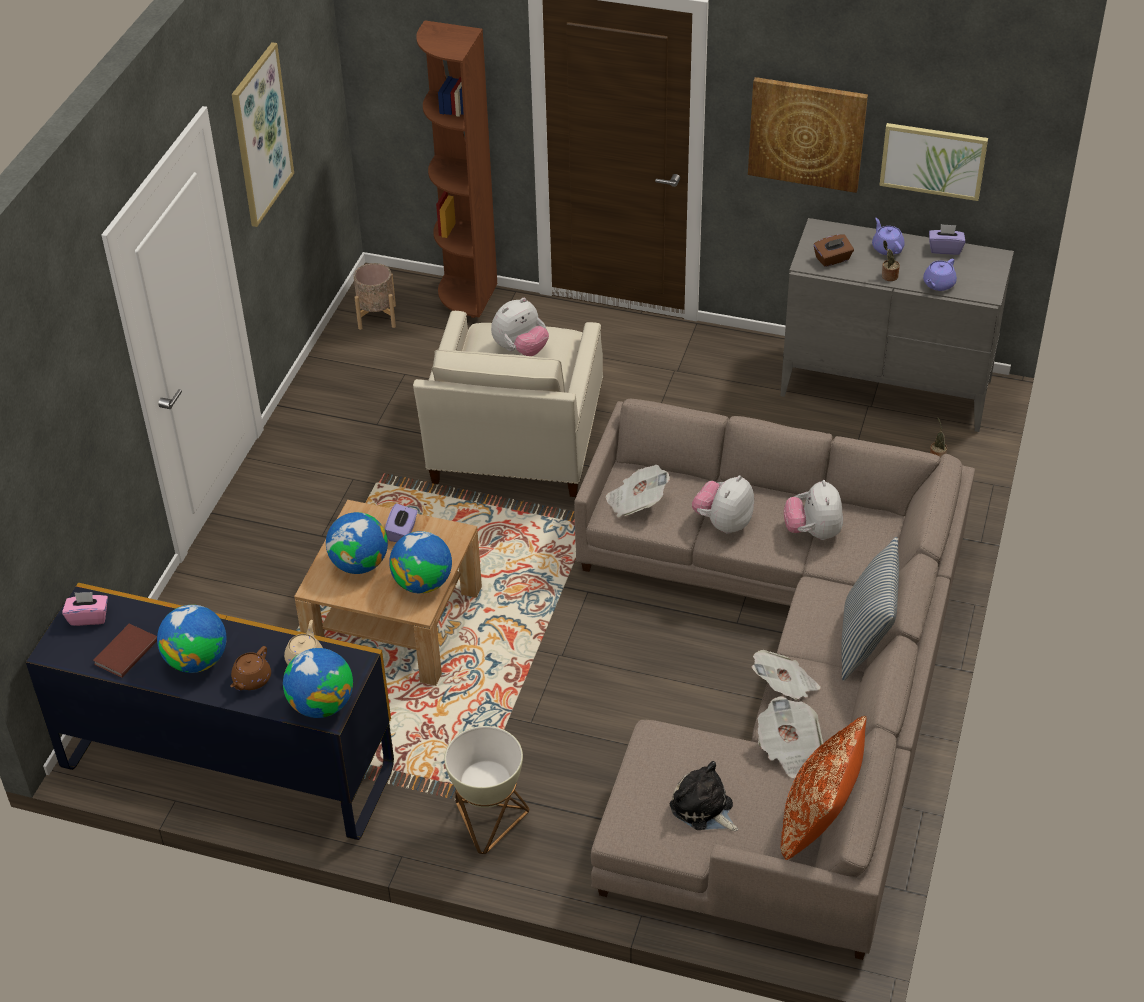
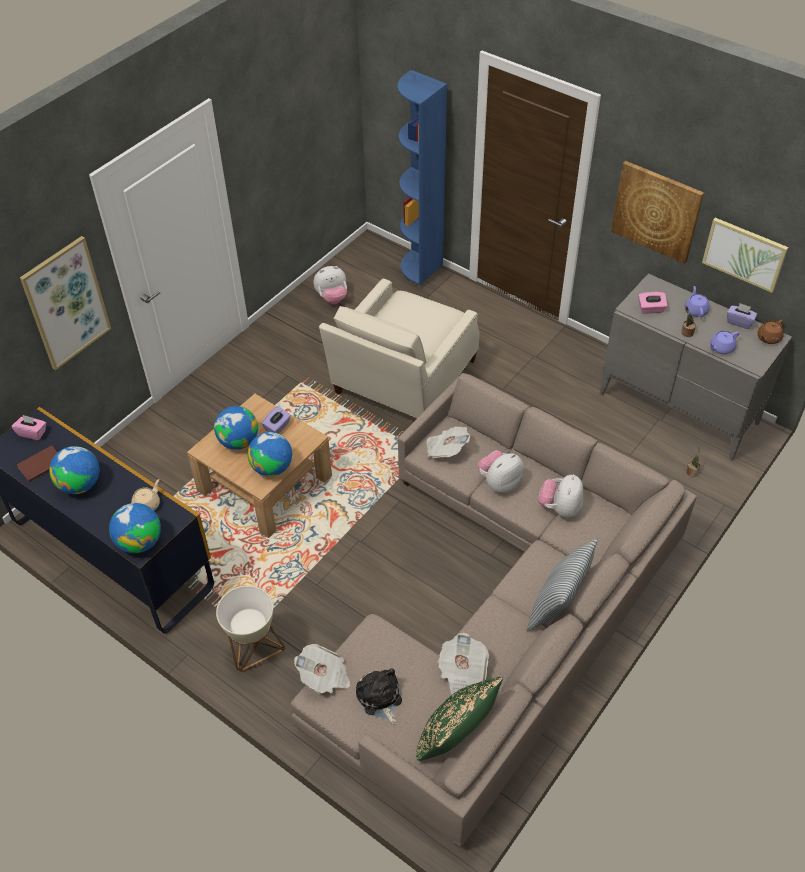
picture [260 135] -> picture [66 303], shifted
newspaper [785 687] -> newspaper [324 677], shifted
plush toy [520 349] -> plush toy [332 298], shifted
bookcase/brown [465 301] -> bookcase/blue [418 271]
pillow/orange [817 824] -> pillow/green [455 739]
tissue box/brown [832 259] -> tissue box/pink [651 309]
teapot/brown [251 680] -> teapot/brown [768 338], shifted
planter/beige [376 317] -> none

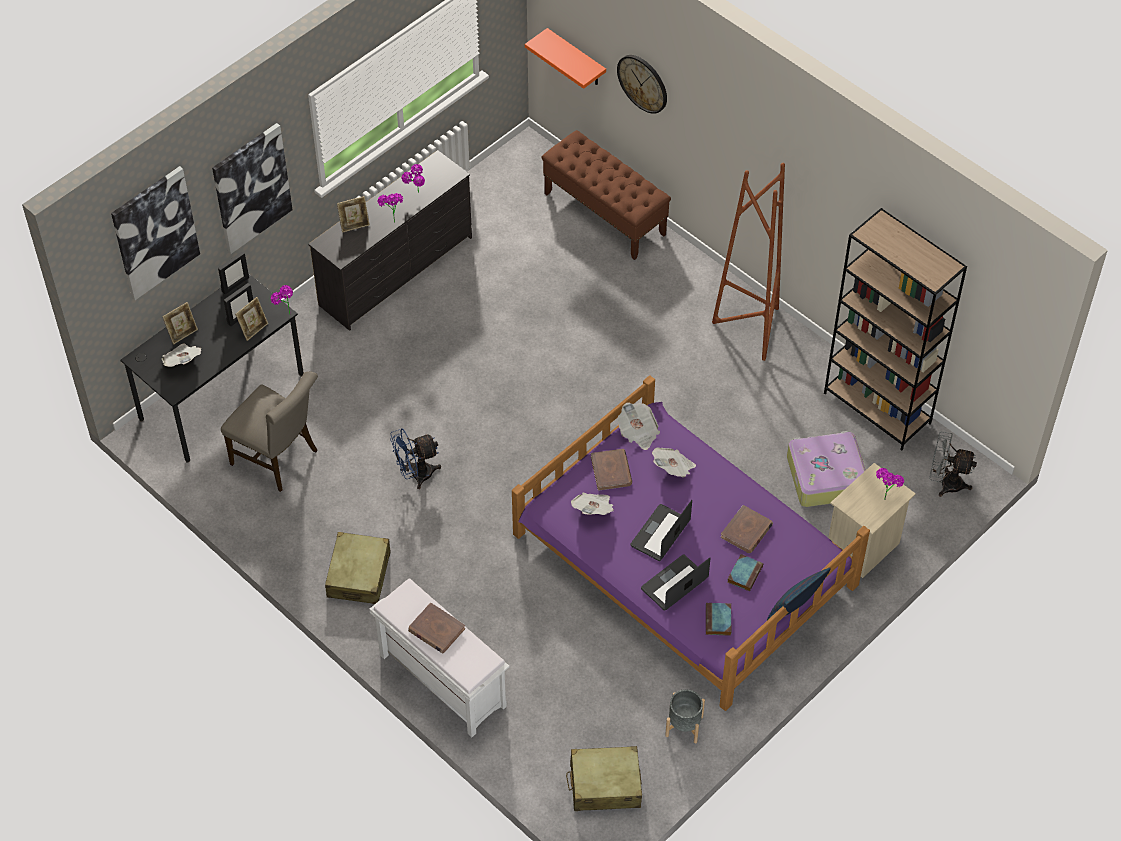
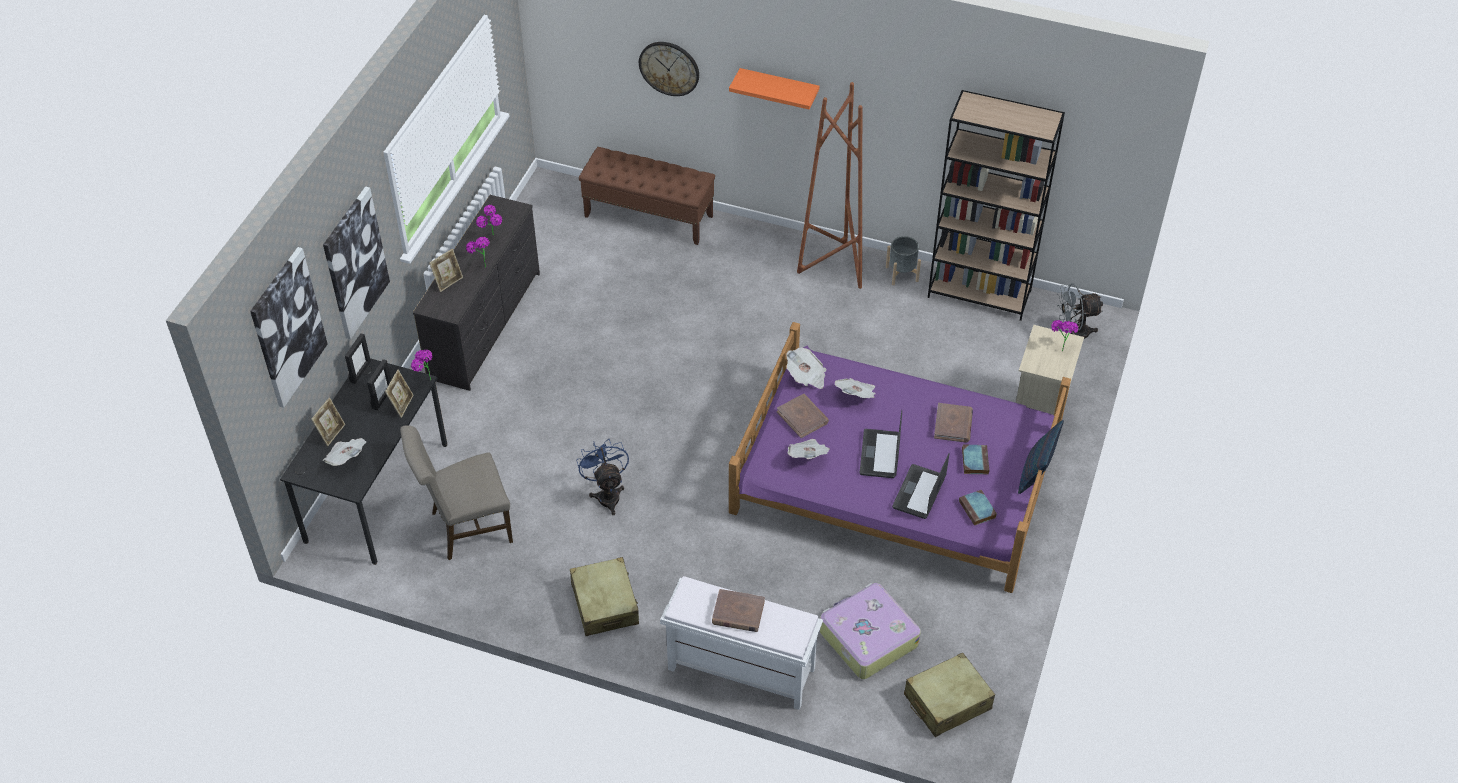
chair/beige [279 459] -> chair/beige [466 528], 150 degrees clockwise
fan/blue [416 475] -> fan/blue [607 494], 120 degrees clockwise
shelf/orange [576 59] -> shelf/orange [779 88], shifted
suitcase [825 476] -> suitcase [867 638], shifted
planter/grey [684 726] -> planter/grey [902 274], shifted

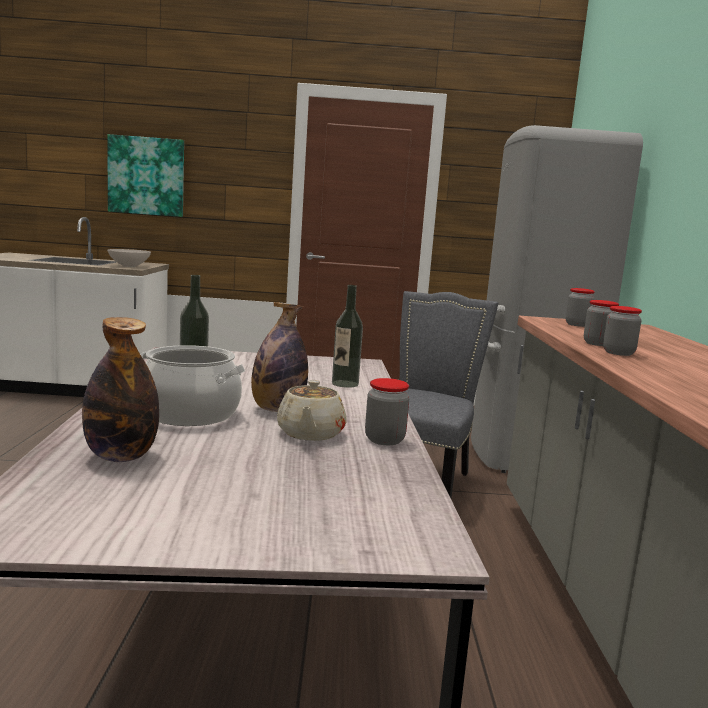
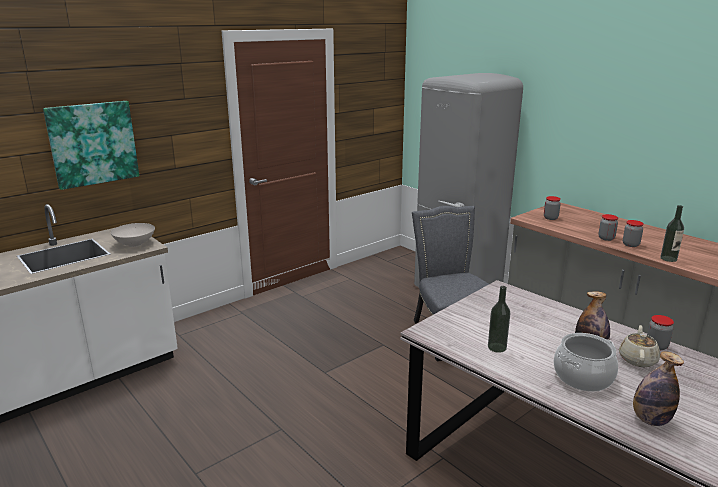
teapot/beige [310 434] -> teapot/beige [637 359], 120 degrees counterclockwise
bottle [345 384] -> bottle [668 259], shifted

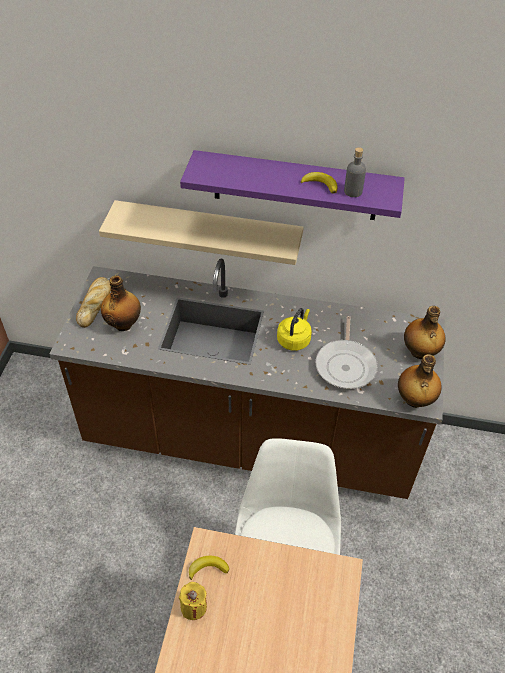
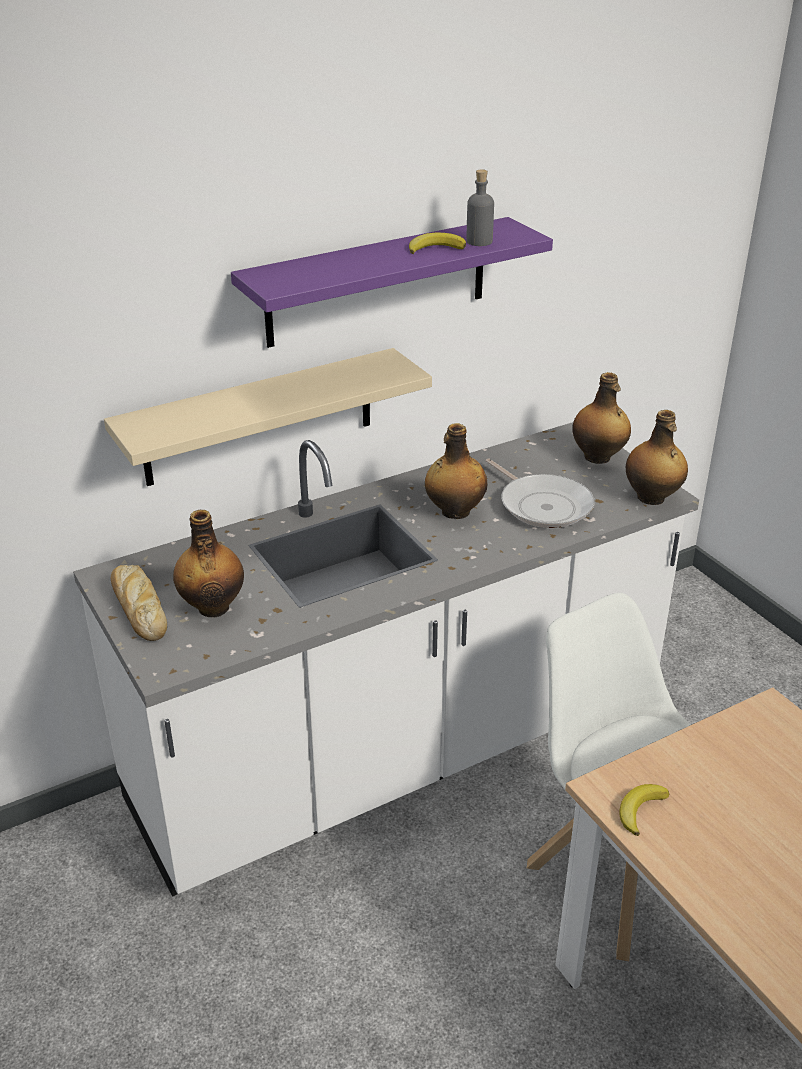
counter/brown [249 439] -> counter/white [401 753]
kettle/yellow [294 339] -> bottle [454 512]
candle/yellow [193 607] -> none

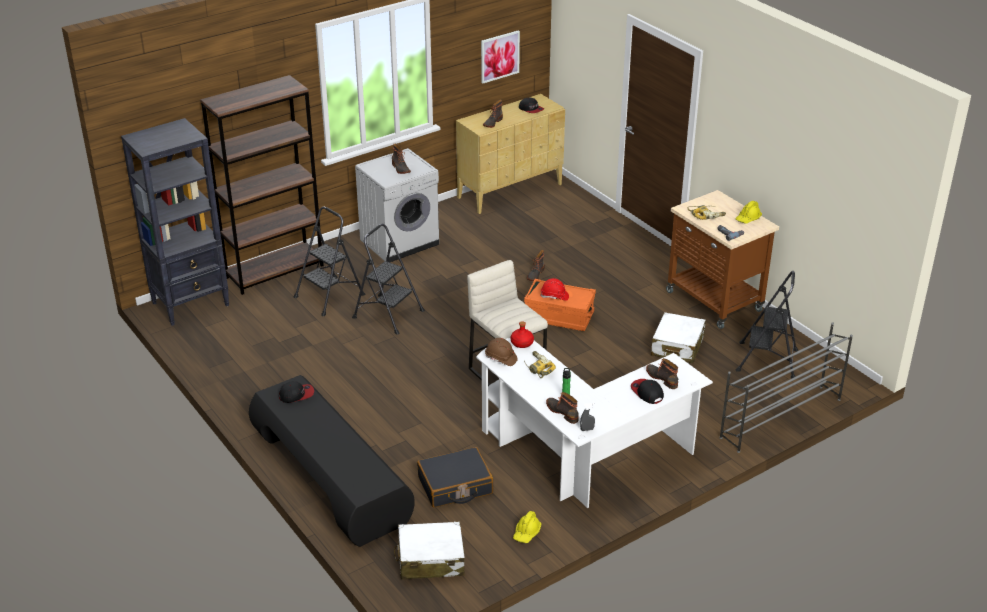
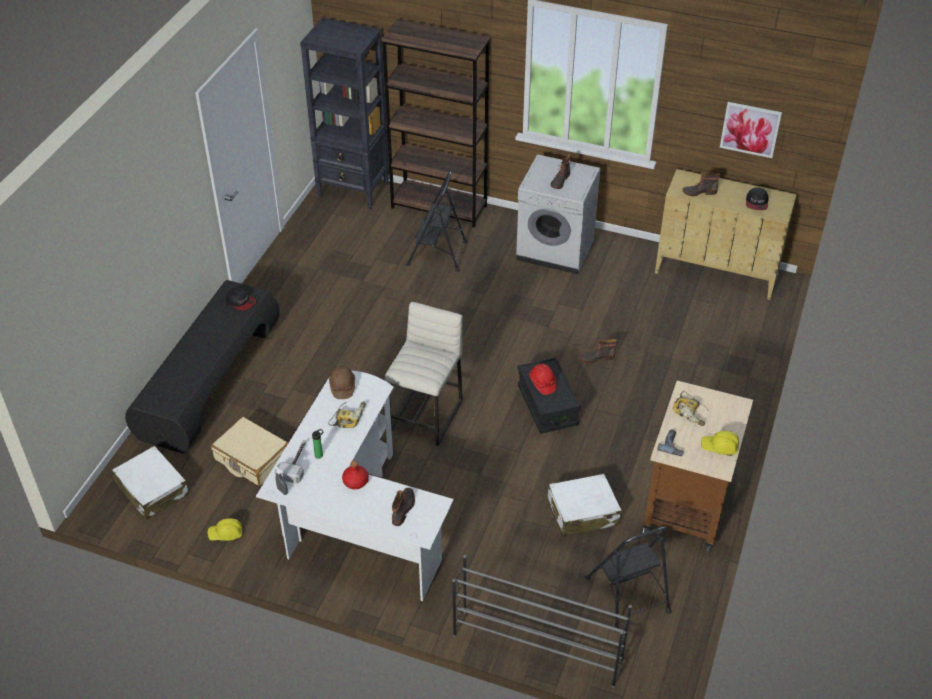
suitcase/black [455 486] -> suitcase/beige [252 458]
boot [563 412] -> hammer [296 463]
bottle/red [521 343] -> bottle/red [355 481], shifted
storage box/orange [559 316] -> storage box/black [547 406]
step ladder/black [386 313] -> none
cap [647 392] -> none

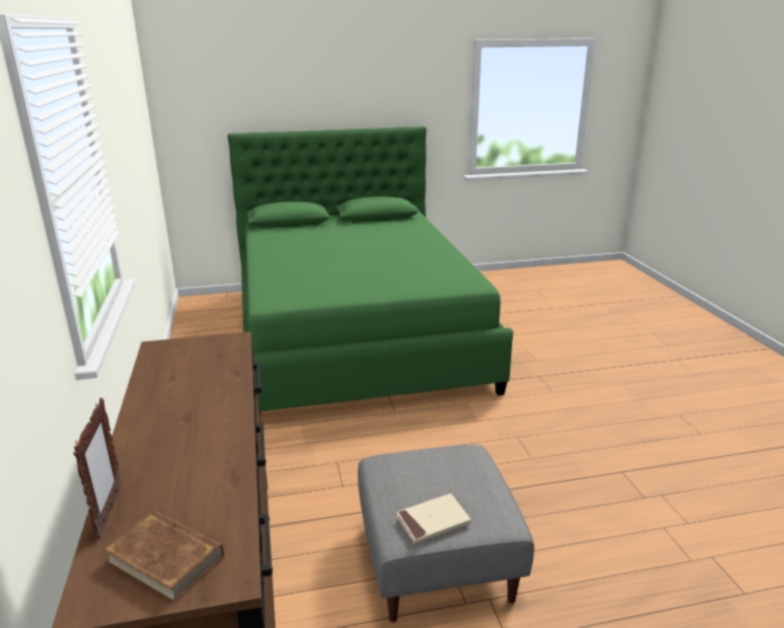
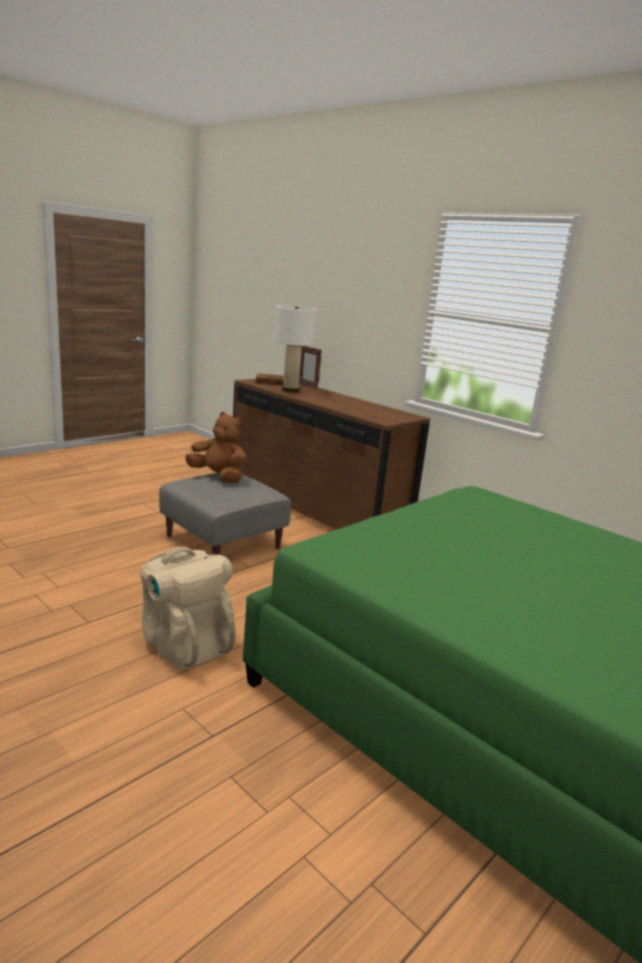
none -> backpack/beige [184 644]
book/beige [433 521] -> plush toy/brown [218 477]
none -> table lamp/white [290 390]

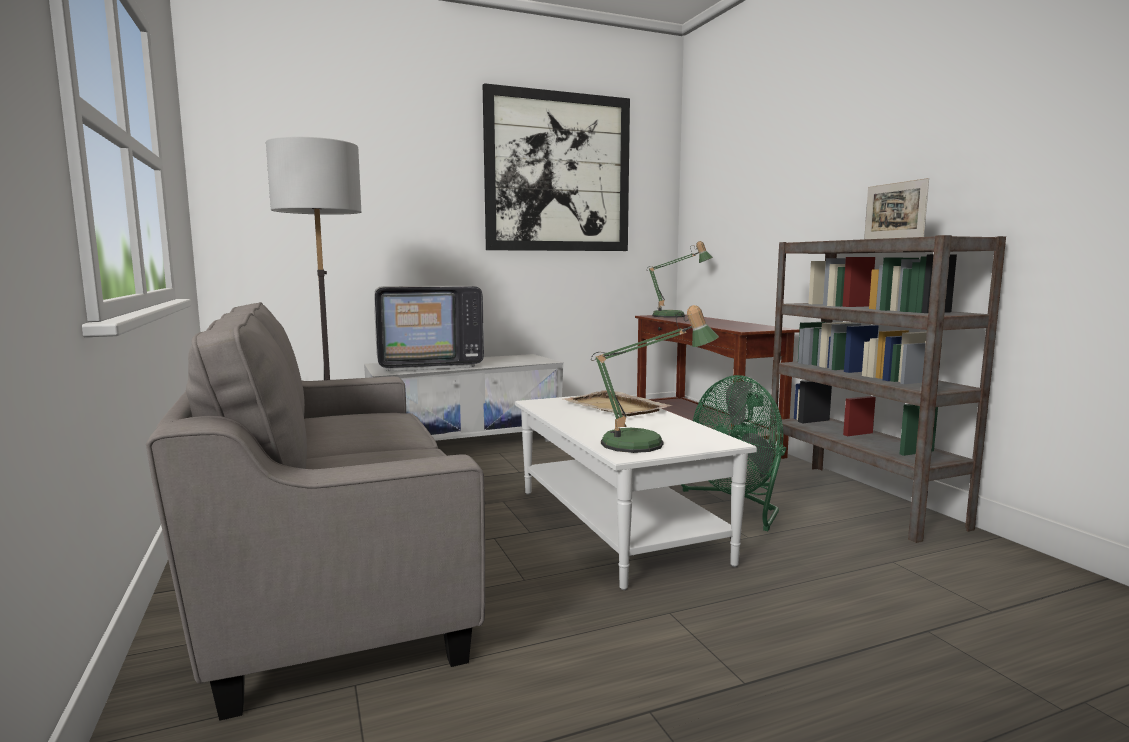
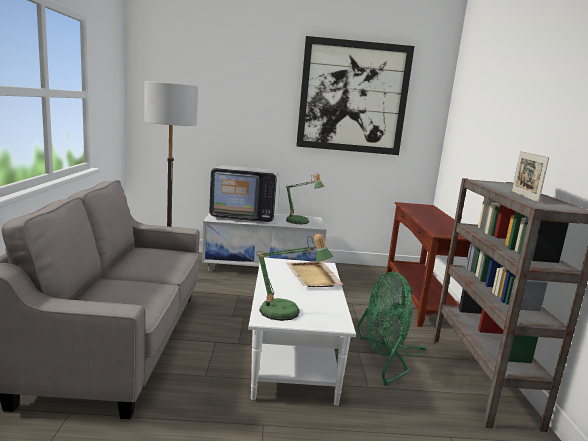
table lamp [674 316] -> table lamp [300 222], shifted

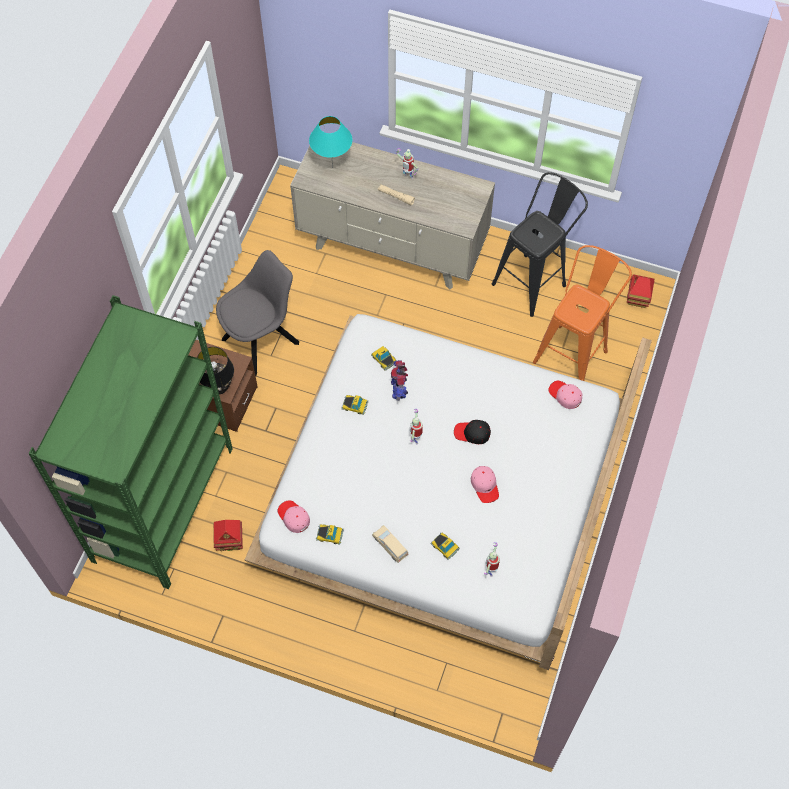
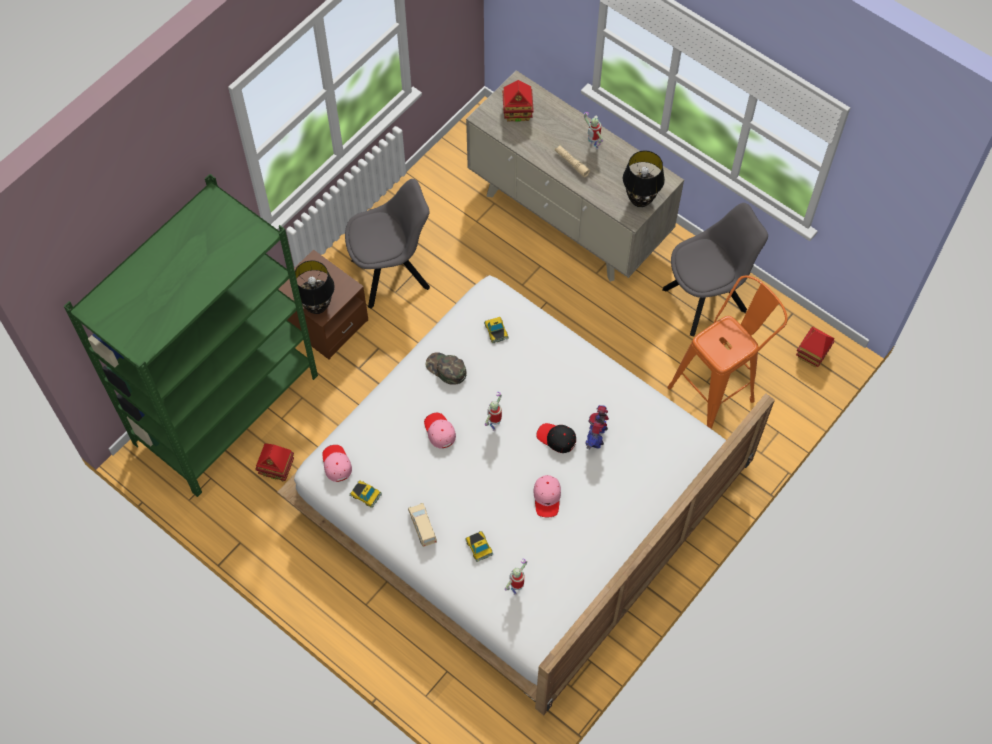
cap/pink [565 395] -> cap/pink [439 431], shifted
toy car [354 405] -> cap/green [446 369]
table lamp/turquoise [332 167] -> toy house [517 113]
toy robot [399 389] -> toy robot [596 436], shifted
none -> table lamp/black [640 200]
stool/black [534 280] -> chair/grey [705 300]

